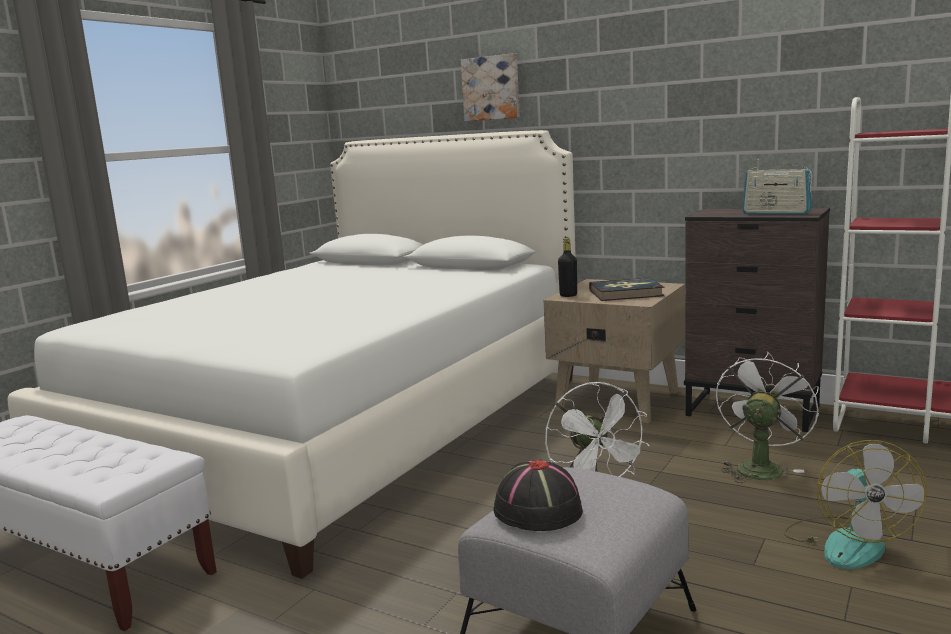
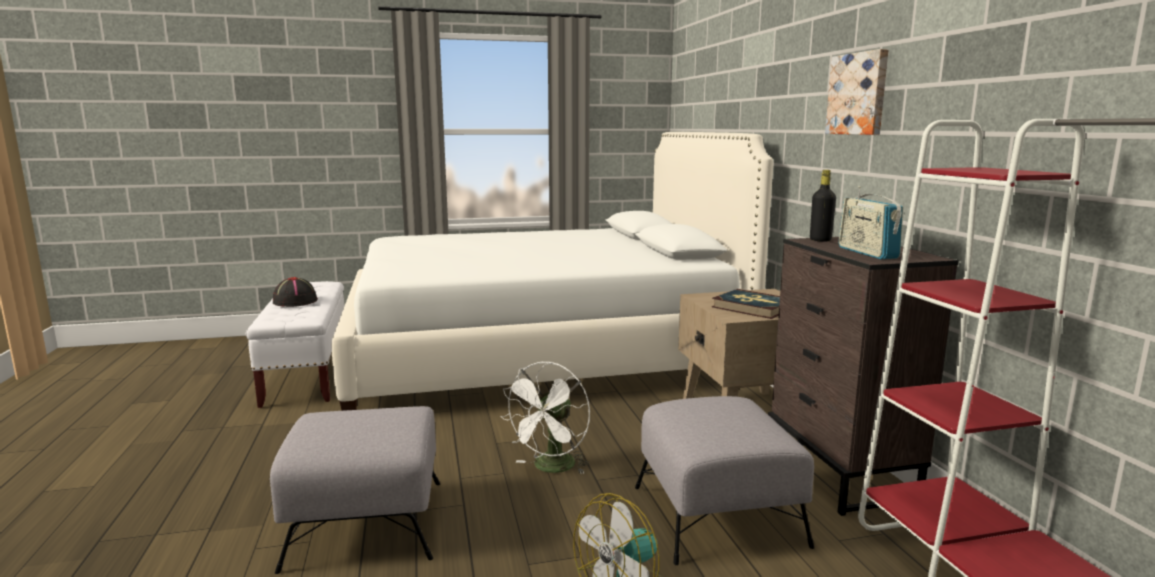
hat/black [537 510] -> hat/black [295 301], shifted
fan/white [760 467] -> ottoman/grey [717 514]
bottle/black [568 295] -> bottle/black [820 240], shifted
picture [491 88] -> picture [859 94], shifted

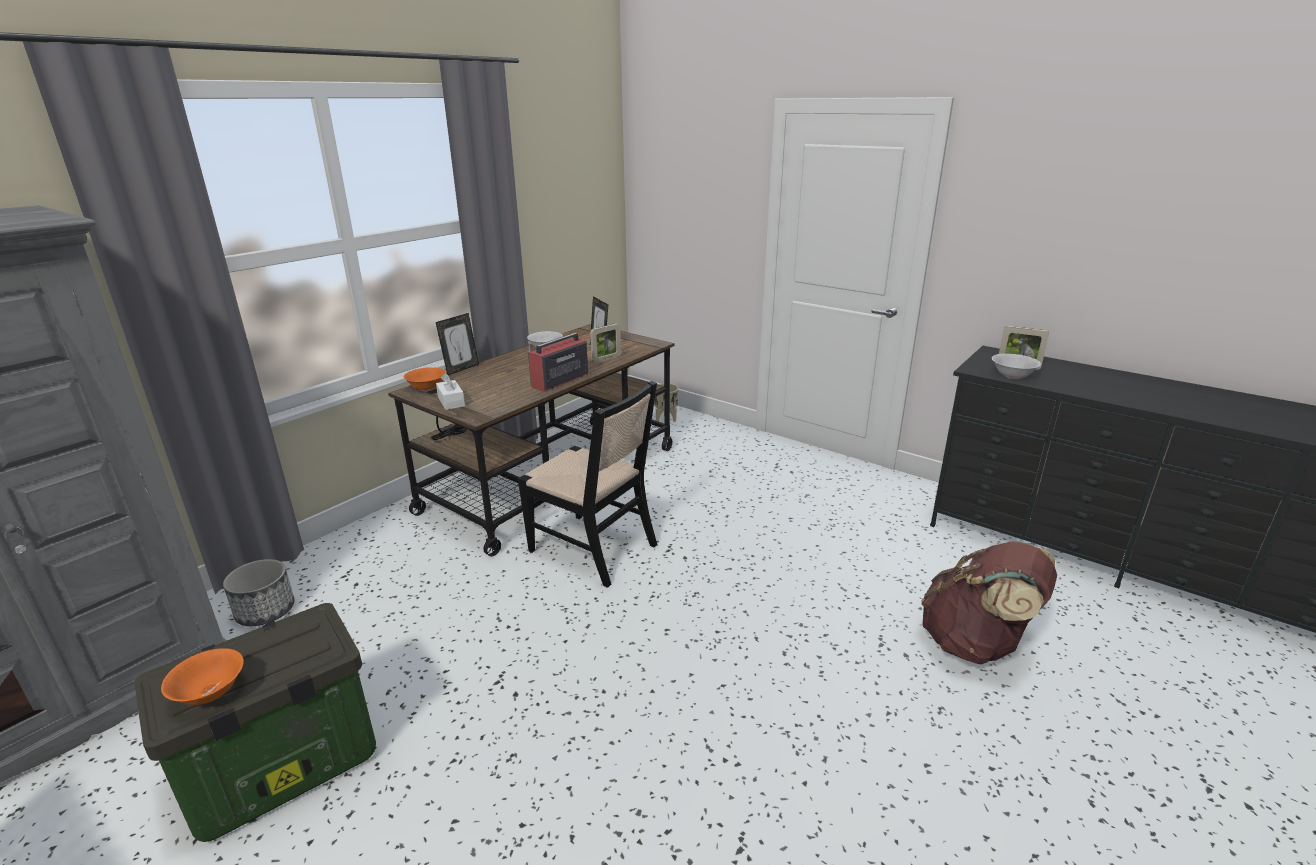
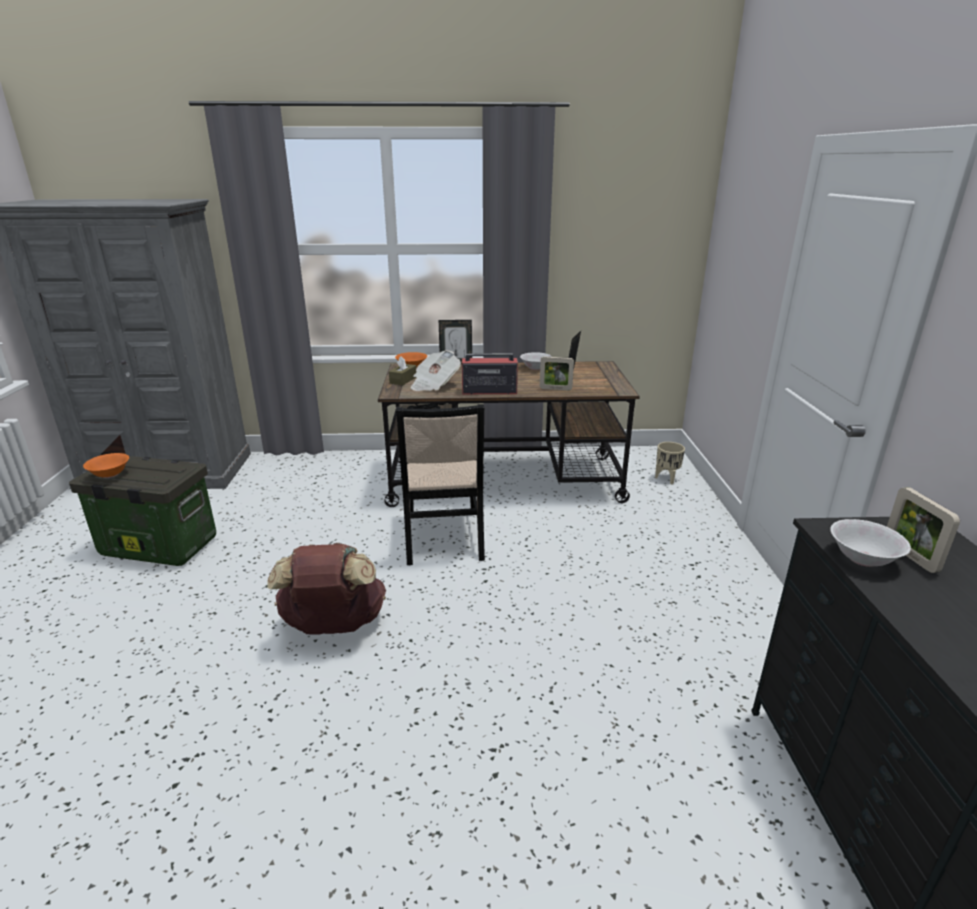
backpack/brown [975 644] -> backpack/brown [334 626], shifted
tissue box/white [451 402] -> tissue box/brown [403 380]
none -> newspaper [434 384]
planter [265 611] -> none

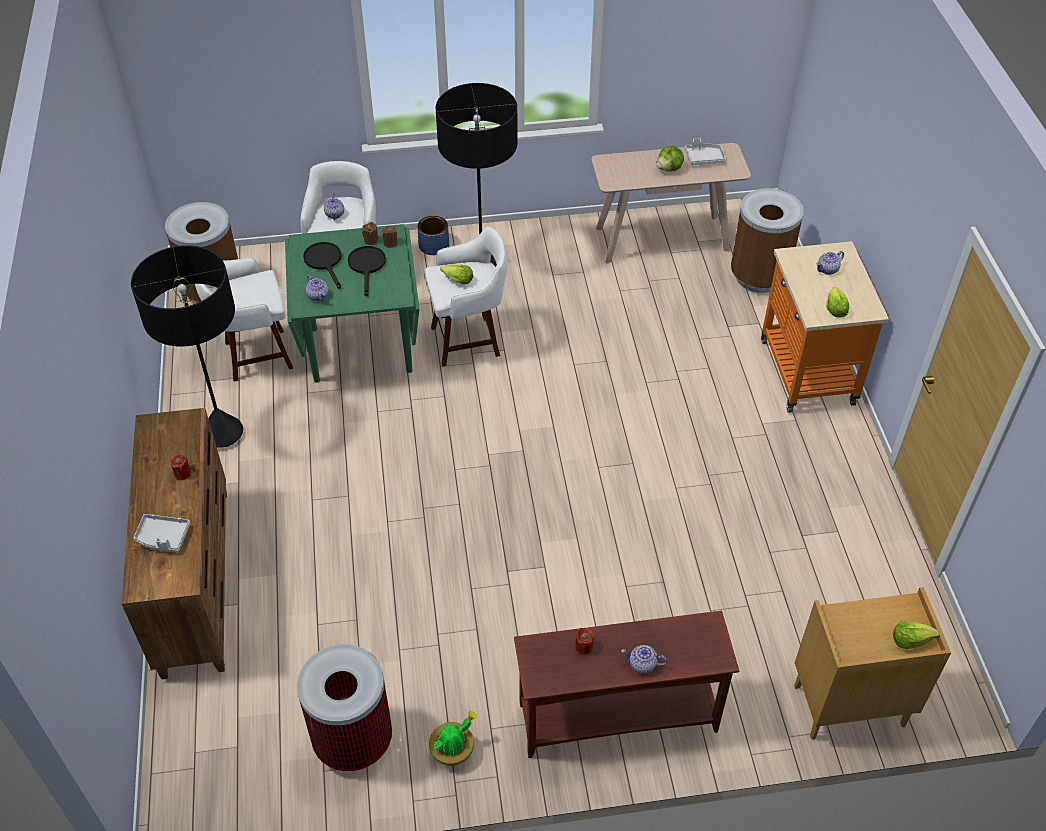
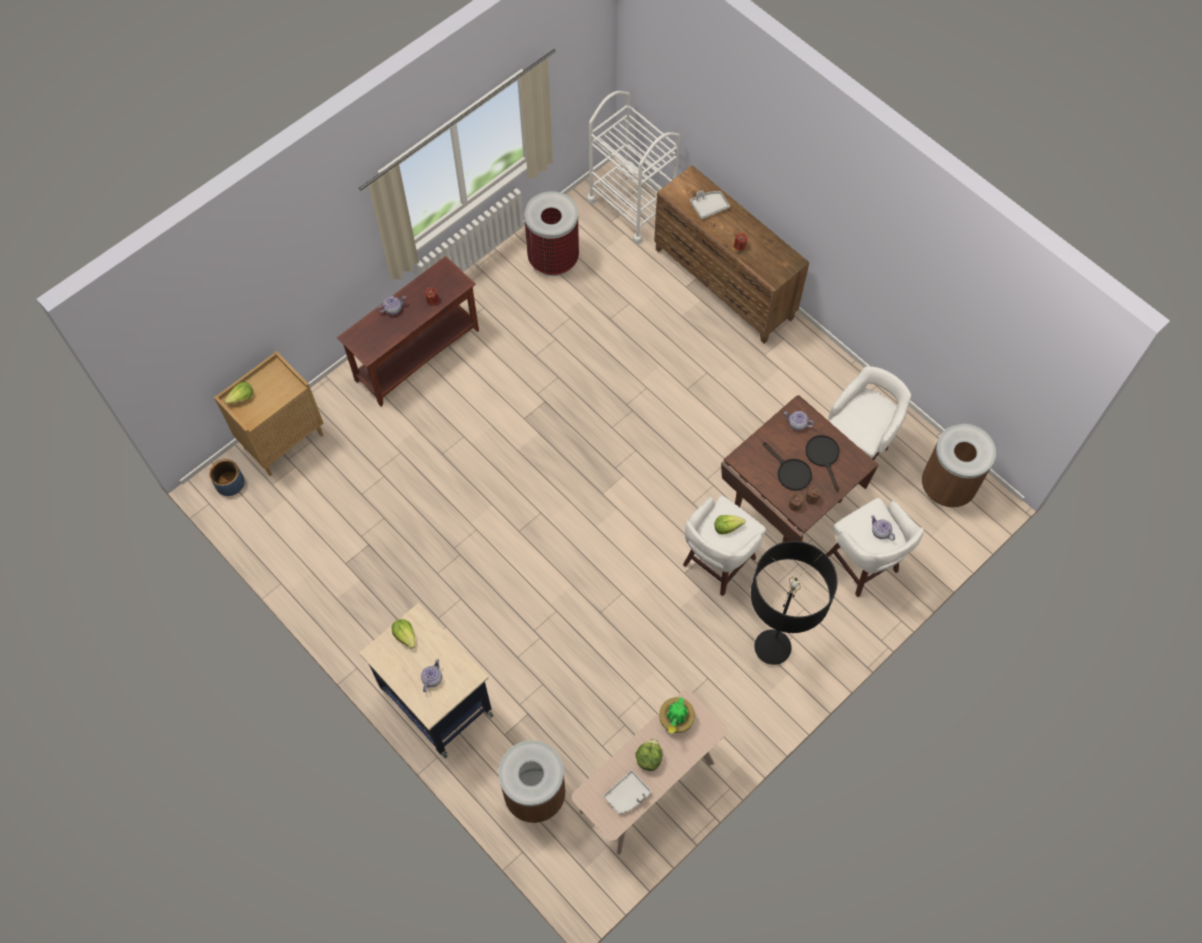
planter/blue [433 246] -> planter/blue [230 483], shifted
cart/orange [807 373] -> cart/blue [436 702]
none -> cart/white [632 206]
potted plant [453 751] -> potted plant [675 720], shifted
dining table/green [361 349] -> dining table/brown [788 505]
frying pan/black [325 262] -> frying pan/black [824 456], 135 degrees counterclockwise
floor lamp/black [223 435] -> none

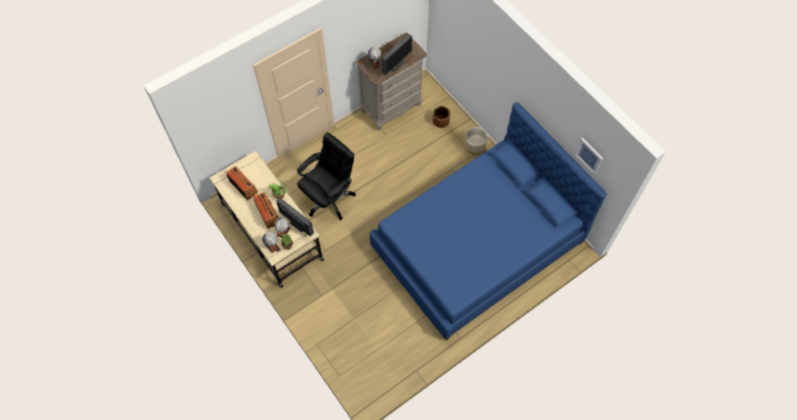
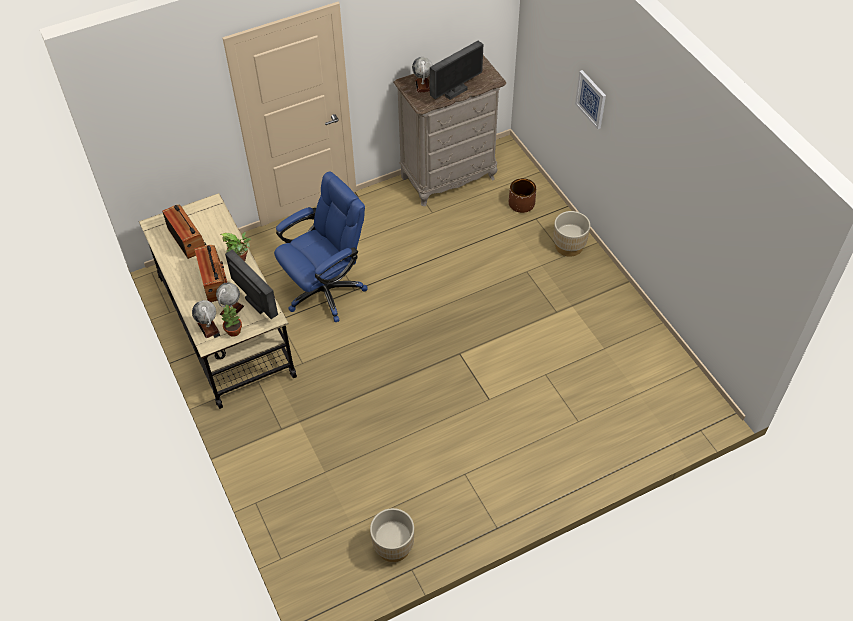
office chair/black [329 199] -> office chair/blue [325 291]
none -> planter/beige [393 546]
picture [589 155] -> picture [591 99], shifted
bed/blue [477 244] -> none

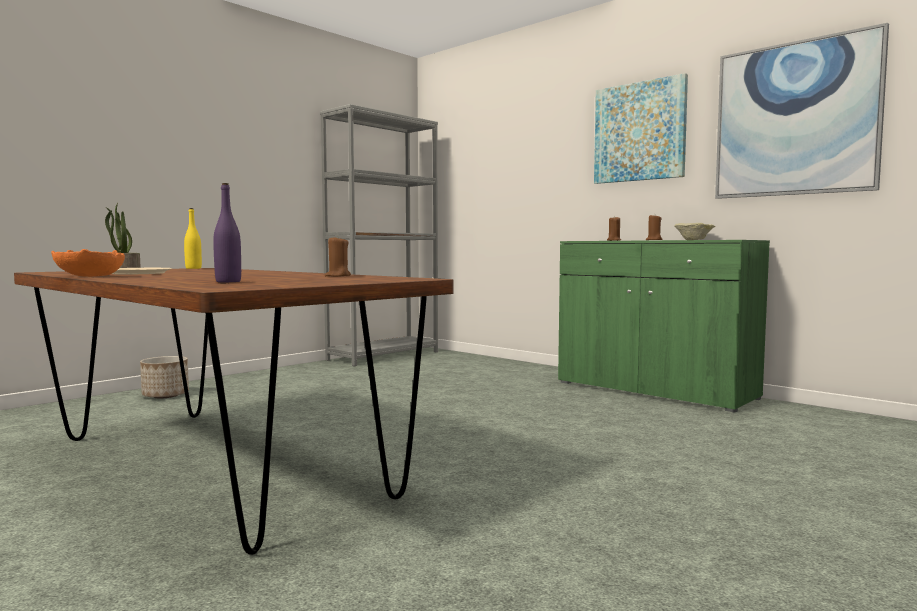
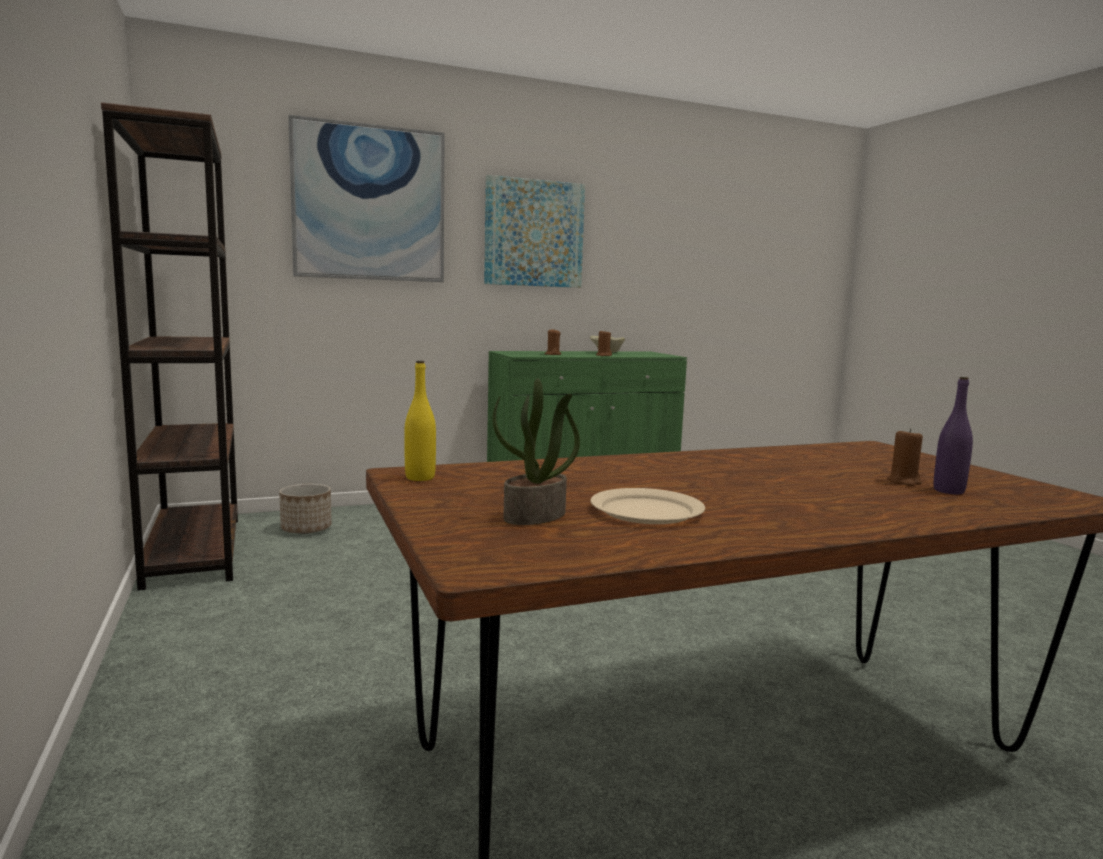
bookcase/grey [384 356] -> bookcase/brown [194 551]
planter [165 395] -> planter [306 529], shifted
picture [795 119] -> picture [369 203], shifted
candle/brown [338 276] -> candle/brown [904 482], shifted
bowl/orange [91 276] -> none

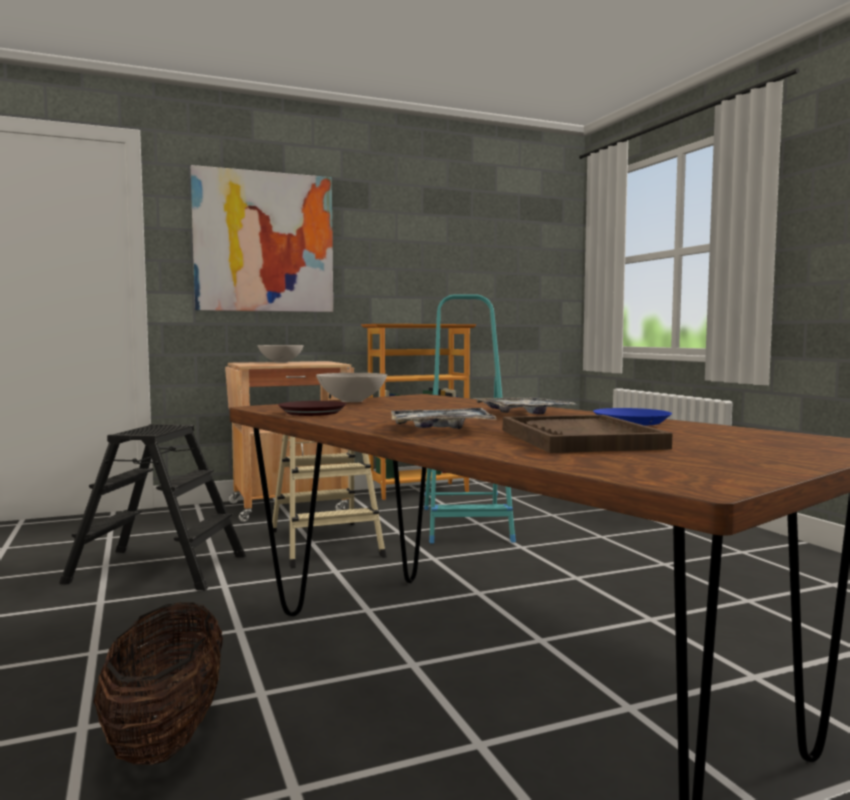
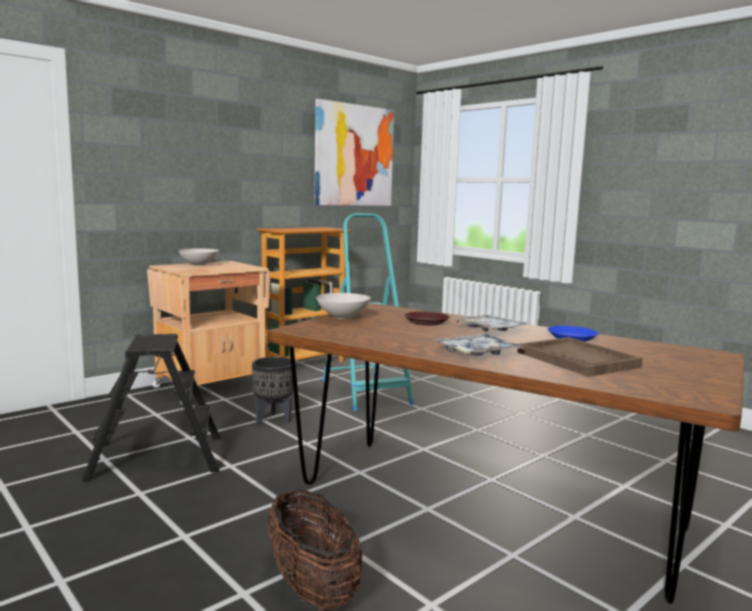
step ladder/beige [325 543] -> planter/black [273 419]
picture [264 242] -> picture [354 155], shifted
plate/brown [313 413] -> plate/brown [426 321], shifted

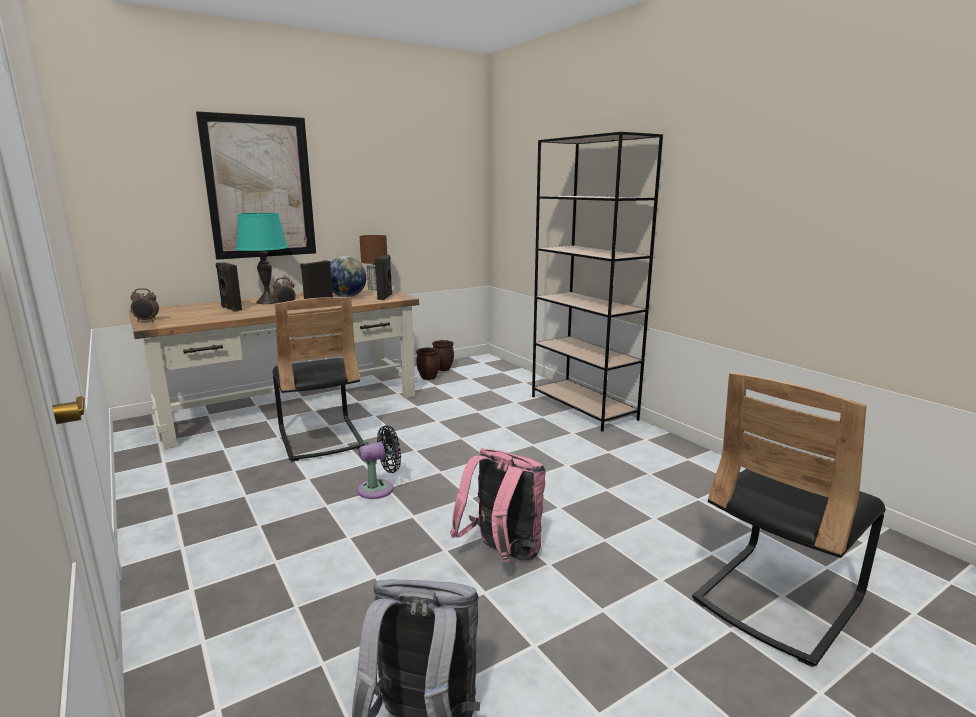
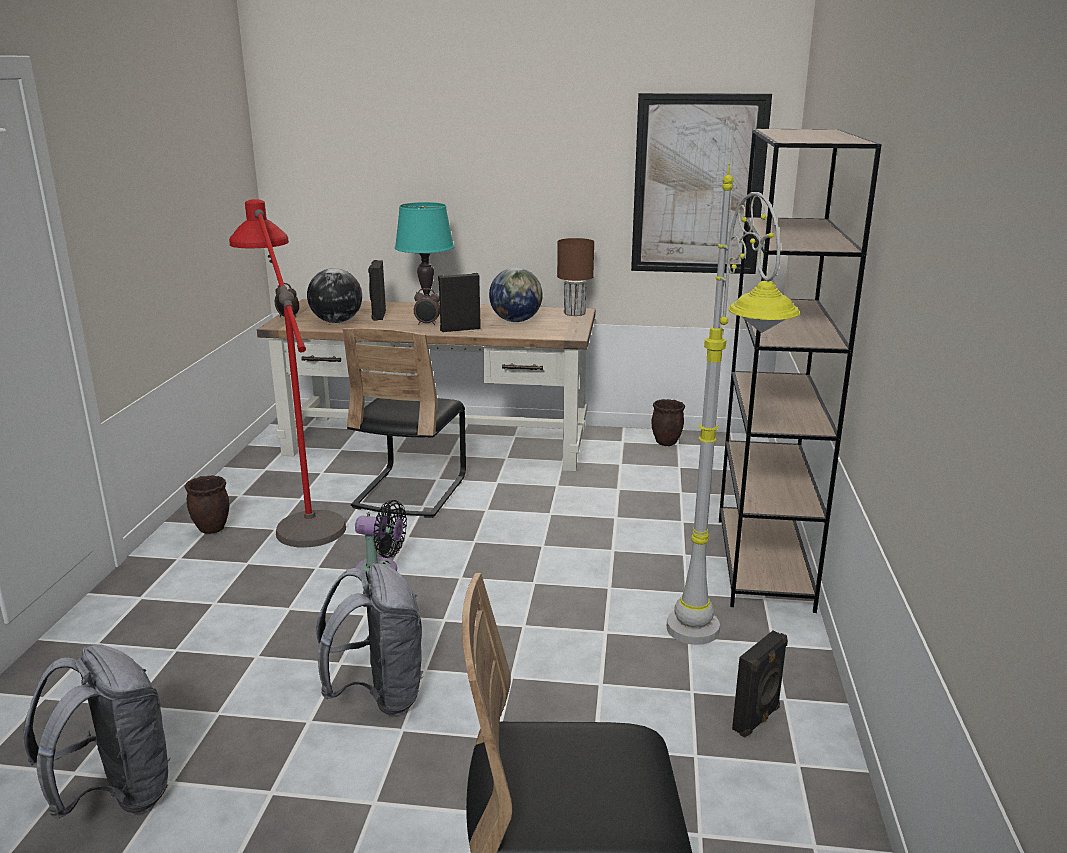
planter/brown [428 378] -> planter/brown [212 528], shifted
none -> floor lamp/red [300 510]
none -> globe [337 322]
backpack/pink [502 554] -> backpack/grey [378 695]
picture [260 187] -> picture [698 185], shifted
none -> floor lamp/grey [709 656]
speaker/black [385 297] -> speaker/black [757 719], shifted

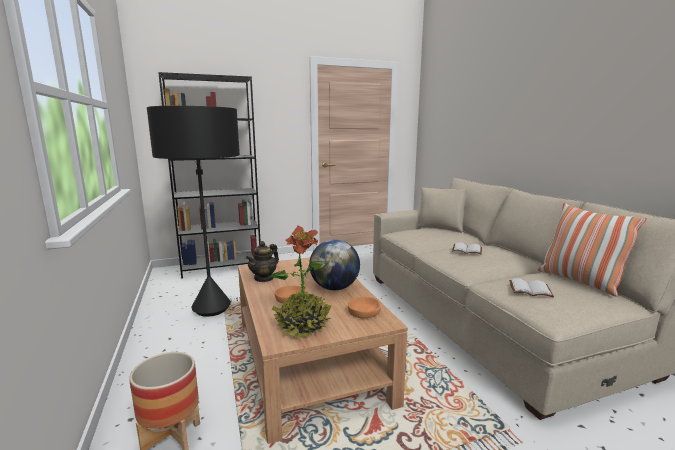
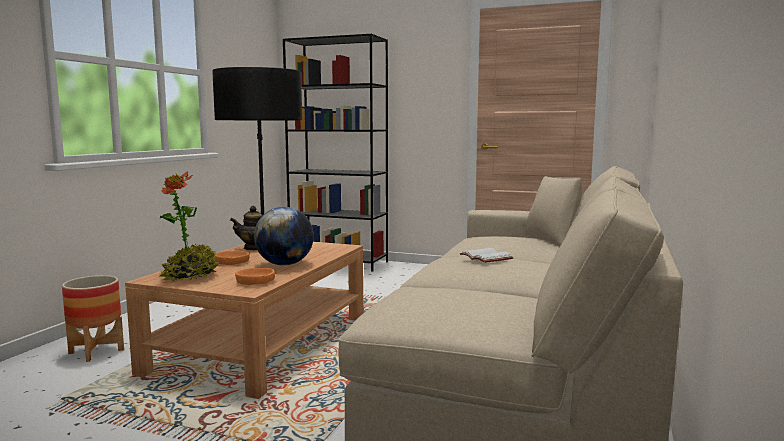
book/white [530 289] -> none
pillow [579 281] -> none

